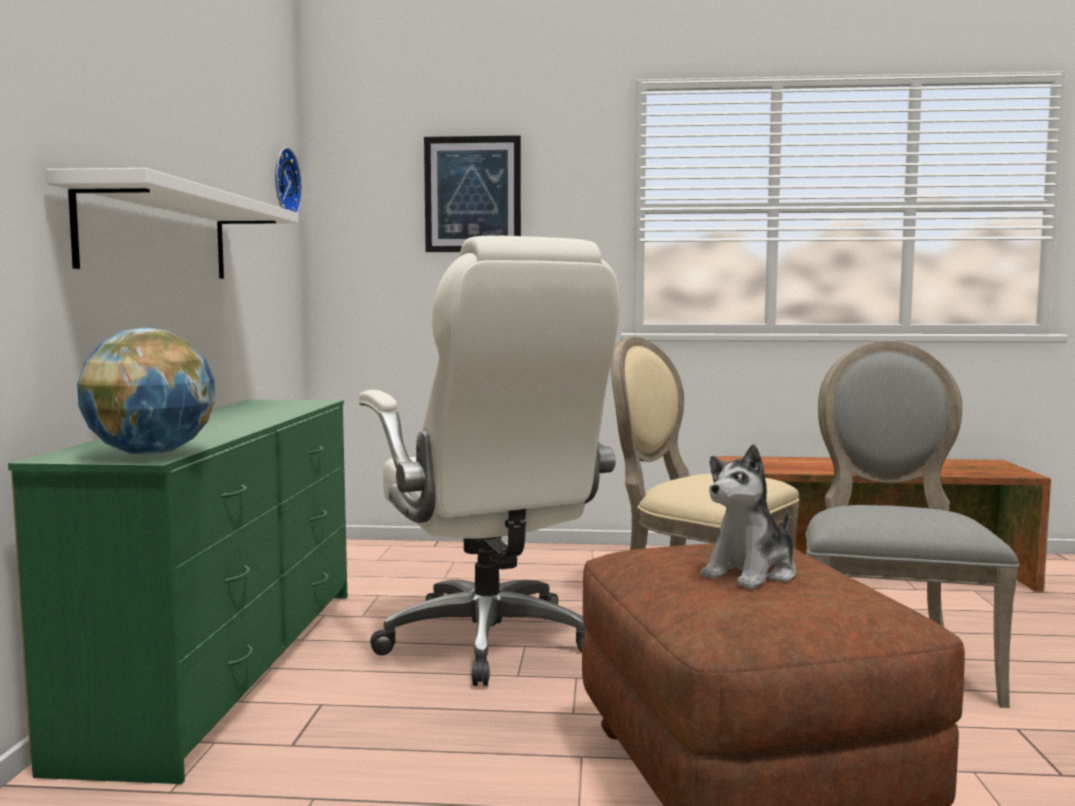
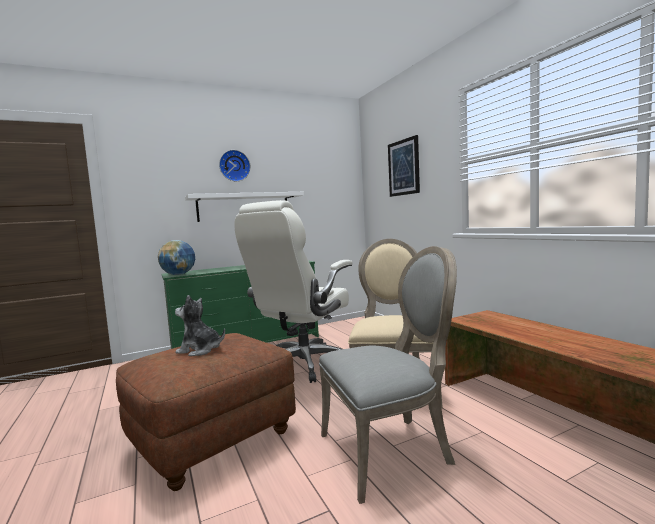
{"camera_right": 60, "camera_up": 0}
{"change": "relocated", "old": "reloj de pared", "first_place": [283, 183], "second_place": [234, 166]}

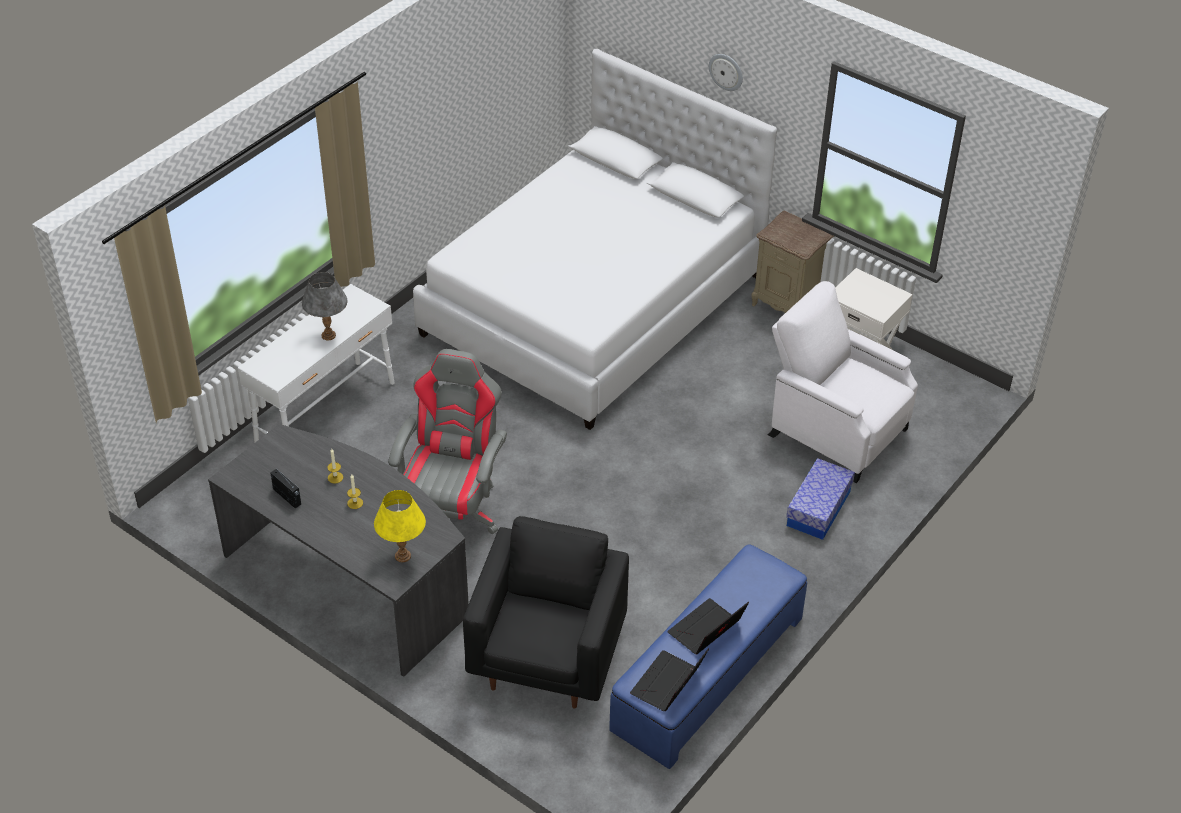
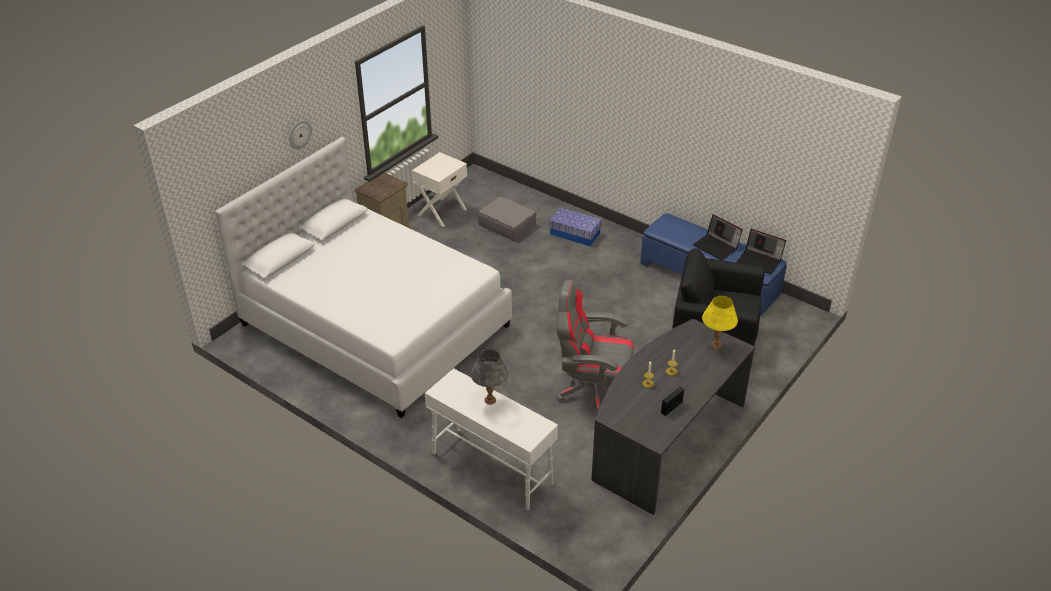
{"camera_right": -90, "camera_up": -5}
{"change": "exchanged", "old": "sillón/blanco", "new": "maleta/gris", "first_place": [833, 429], "second_place": [507, 225]}

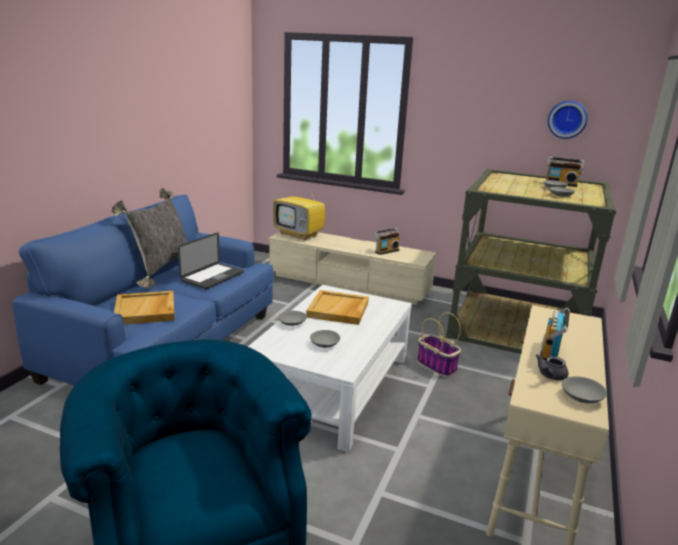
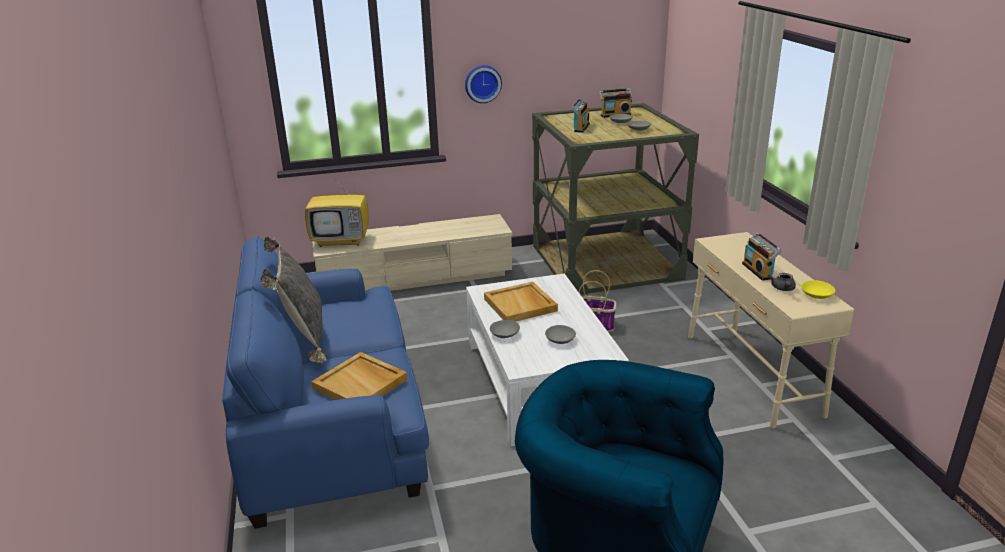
{"camera_right": -35, "camera_up": 5}
{"change": "relocated", "old": "reloj de pared", "first_place": [567, 119], "second_place": [482, 83]}
{"change": "relocated", "old": "radio", "first_place": [386, 251], "second_place": [580, 128]}
{"change": "colour", "old": "cuenco/gris", "new": "cuenco/amarillo", "first_place": [581, 397], "second_place": [817, 295]}
{"change": "missing", "old": "portátil", "first_place": [213, 277]}

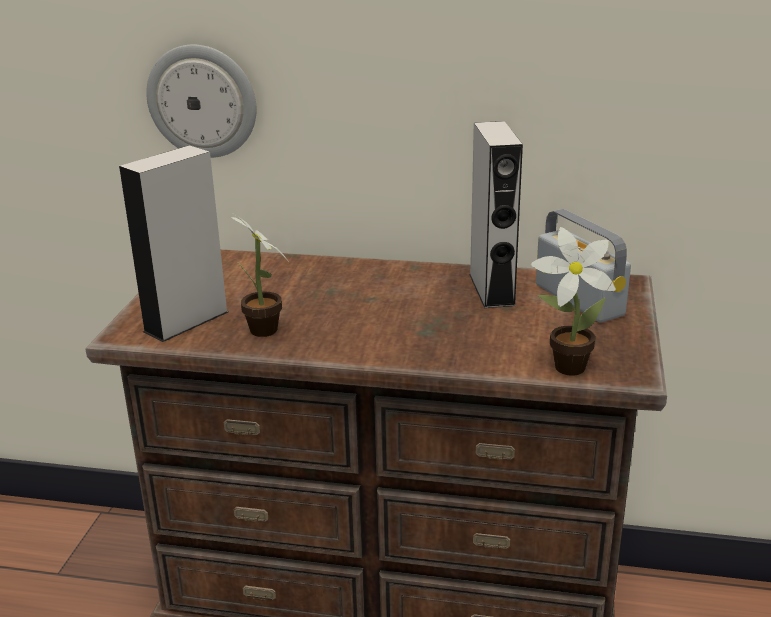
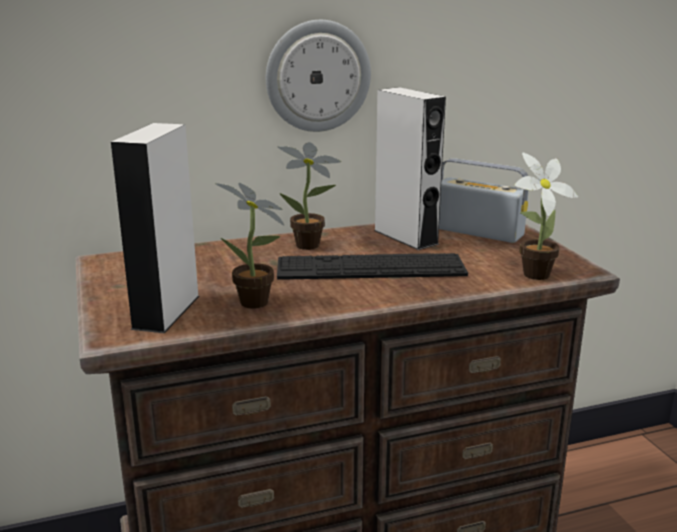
{"camera_right": -30, "camera_up": -5}
{"change": "relocated", "old": "reloj de pared", "first_place": [202, 101], "second_place": [318, 76]}
{"change": "appeared", "new": "teclado", "second_place": [370, 267]}
{"change": "appeared", "new": "planta en maceta", "second_place": [311, 246]}

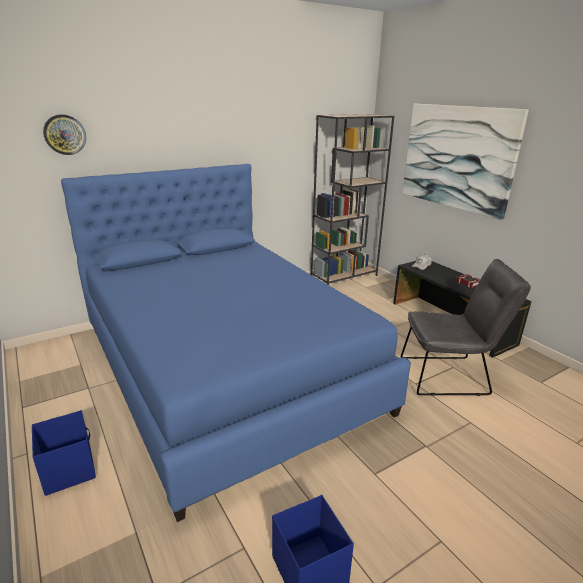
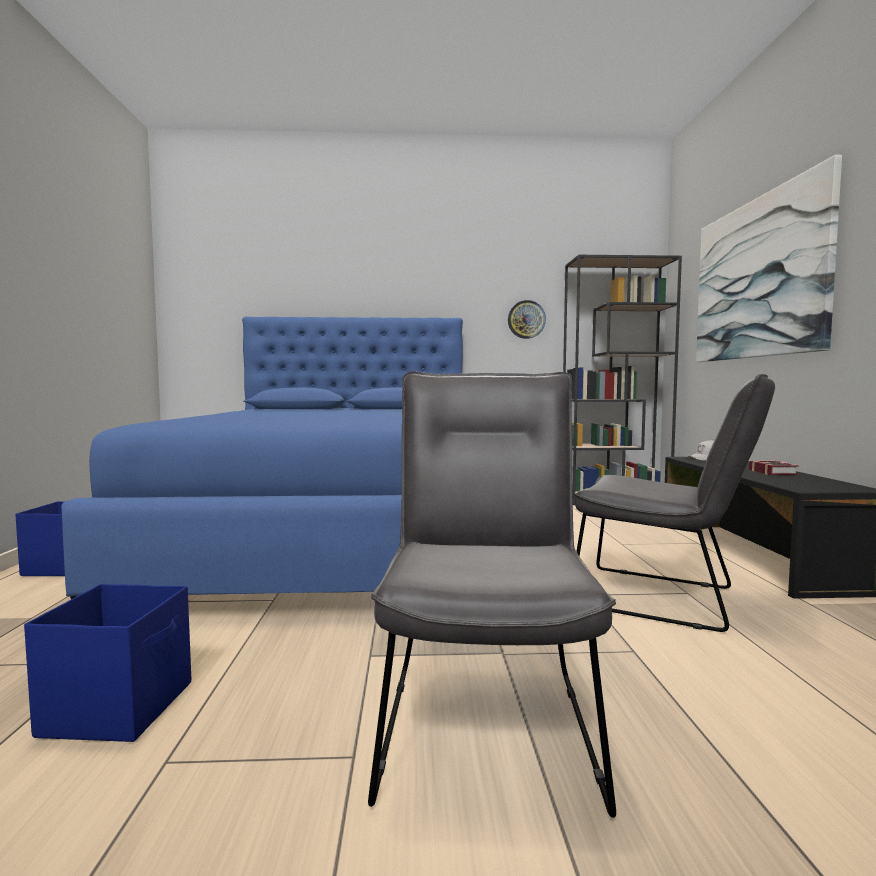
{"camera_right": 30, "camera_up": -20}
{"change": "appeared", "new": "silla/gris", "second_place": [486, 719]}
{"change": "relocated", "old": "reloj de pared", "first_place": [65, 134], "second_place": [526, 319]}

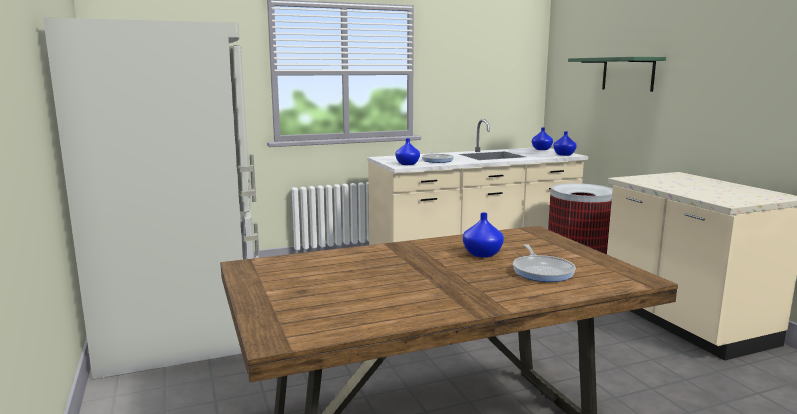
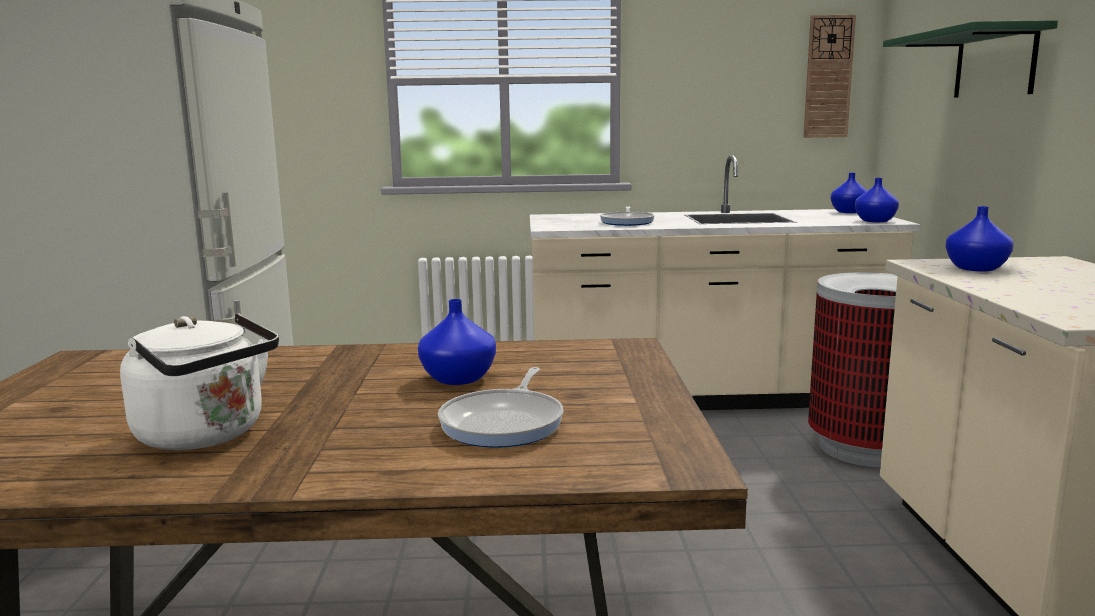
{"camera_right": 20, "camera_up": 0}
{"change": "appeared", "new": "hervidor/blanco", "second_place": [207, 435]}
{"change": "appeared", "new": "reloj de pared", "second_place": [828, 77]}
{"change": "relocated", "old": "florero/azul", "first_place": [407, 164], "second_place": [975, 268]}

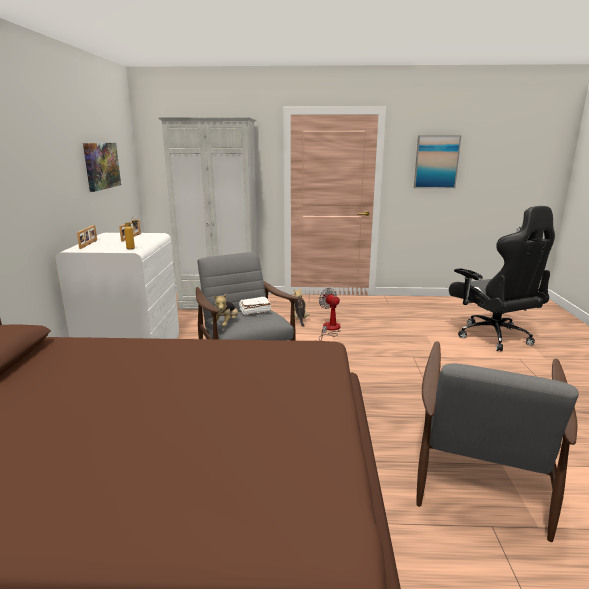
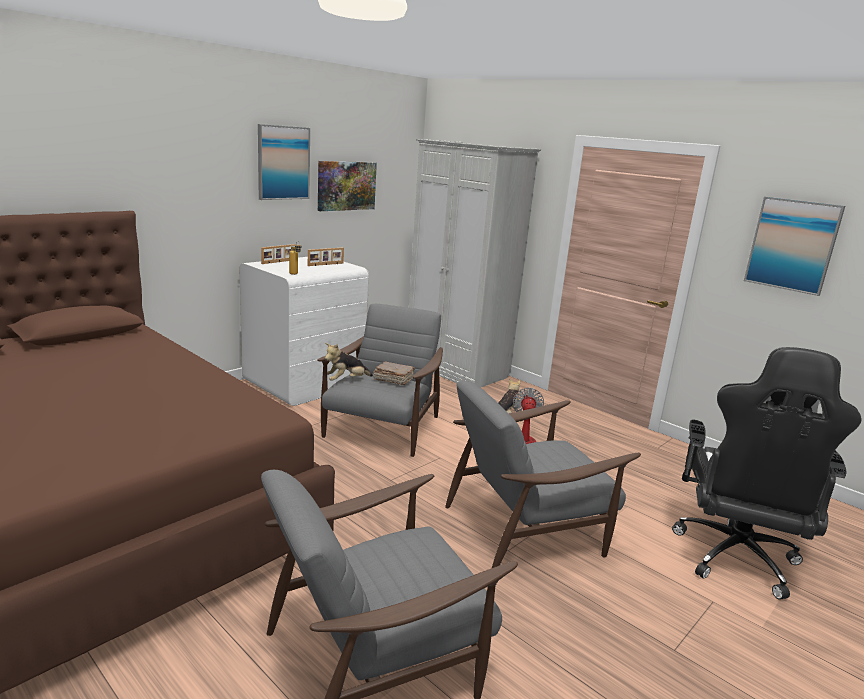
{"camera_right": 40, "camera_up": 0}
{"change": "appeared", "new": "cuadro", "second_place": [283, 163]}
{"change": "colour", "old": "libro/blanco", "new": "libro/marrón", "first_place": [254, 311], "second_place": [393, 379]}
{"change": "appeared", "new": "sillón/gris", "second_place": [526, 528]}

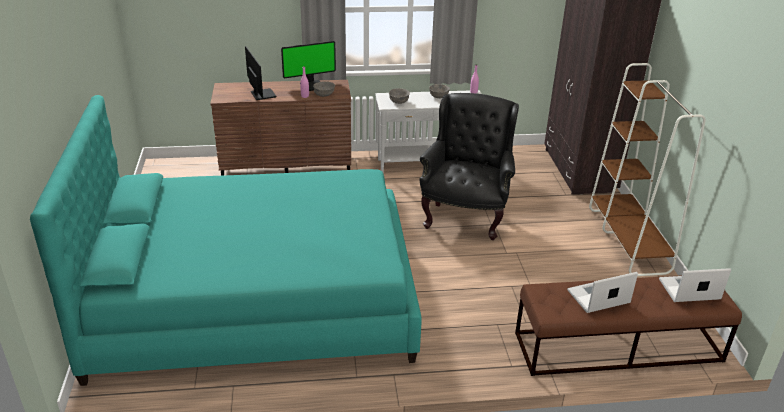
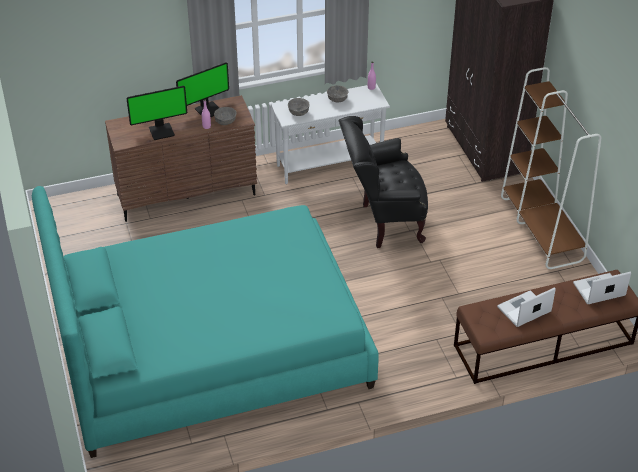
{"camera_right": -10, "camera_up": 10}
{"change": "spun", "old": "monitor", "first_place": [262, 95], "second_place": [161, 131], "degrees": 105}
{"change": "spun", "old": "sillón/negro", "first_place": [465, 216], "second_place": [382, 224], "degrees": -105}

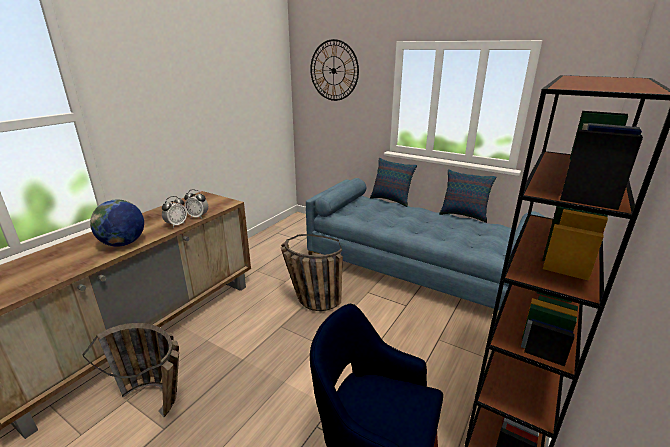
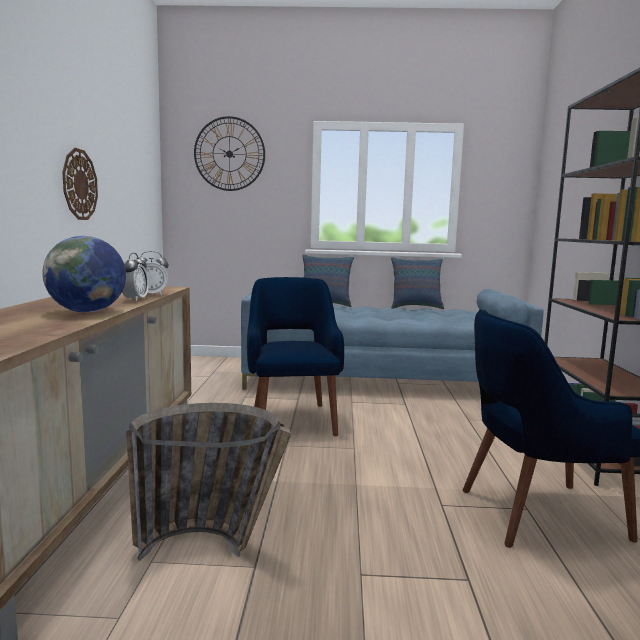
{"camera_right": -30, "camera_up": -15}
{"change": "appeared", "new": "reloj de pared", "second_place": [79, 184]}
{"change": "exchanged", "old": "cesta", "new": "sillón/azul", "first_place": [309, 300], "second_place": [292, 419]}

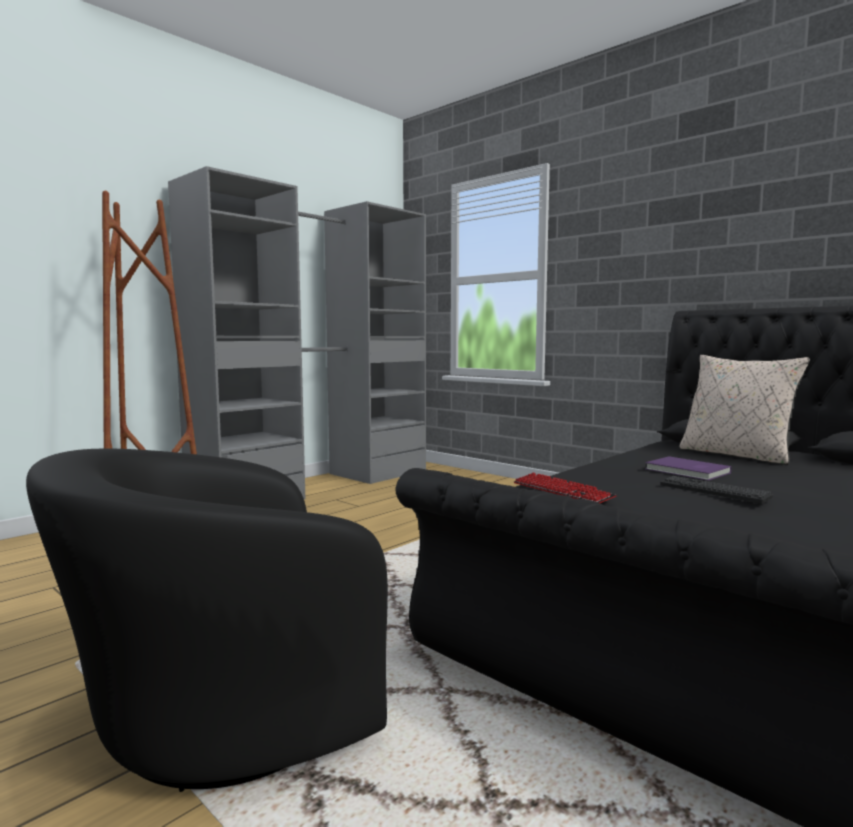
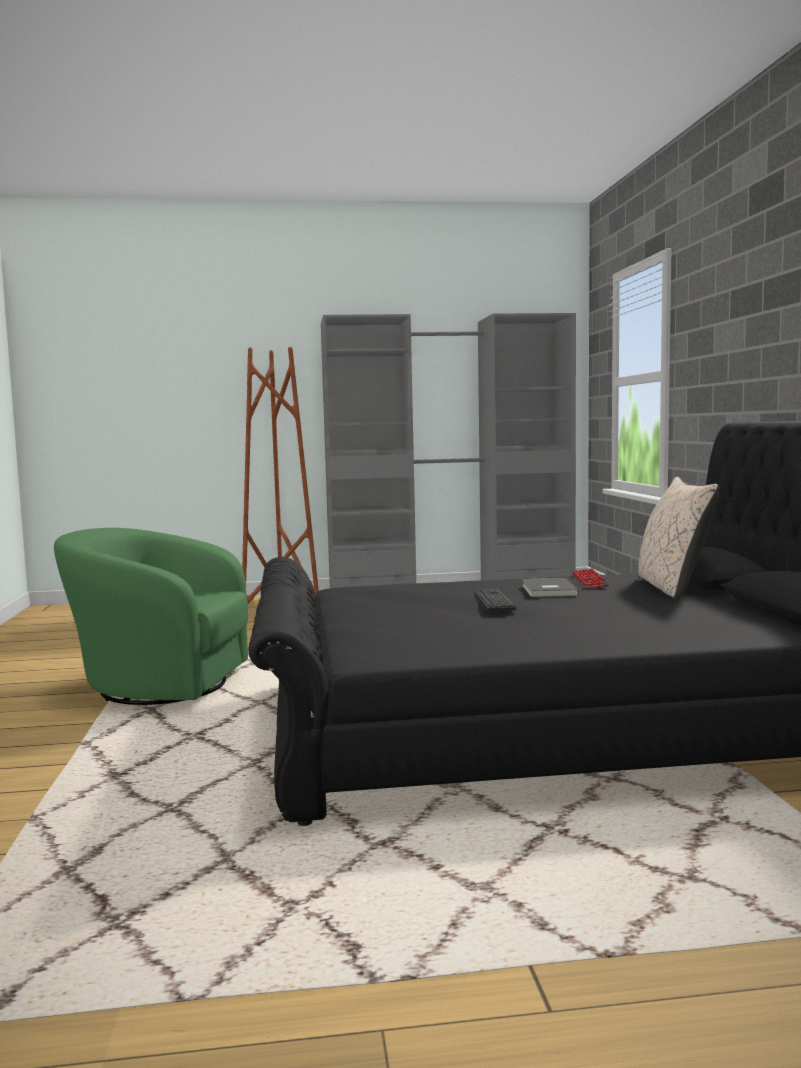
{"camera_right": 40, "camera_up": 0}
{"change": "colour", "old": "sillón/negro", "new": "sillón/verde", "first_place": [227, 716], "second_place": [160, 686]}
{"change": "colour", "old": "libro/morado", "new": "libro/gris", "first_place": [687, 471], "second_place": [547, 590]}
{"change": "relocated", "old": "teclado", "first_place": [562, 491], "second_place": [589, 581]}

